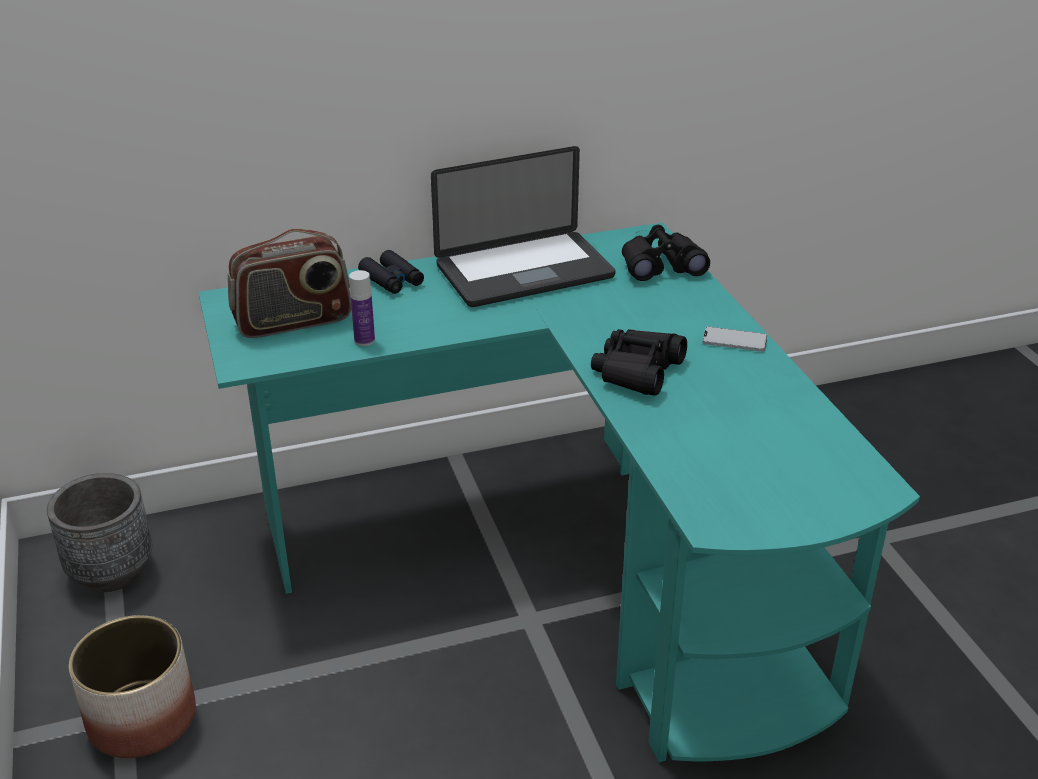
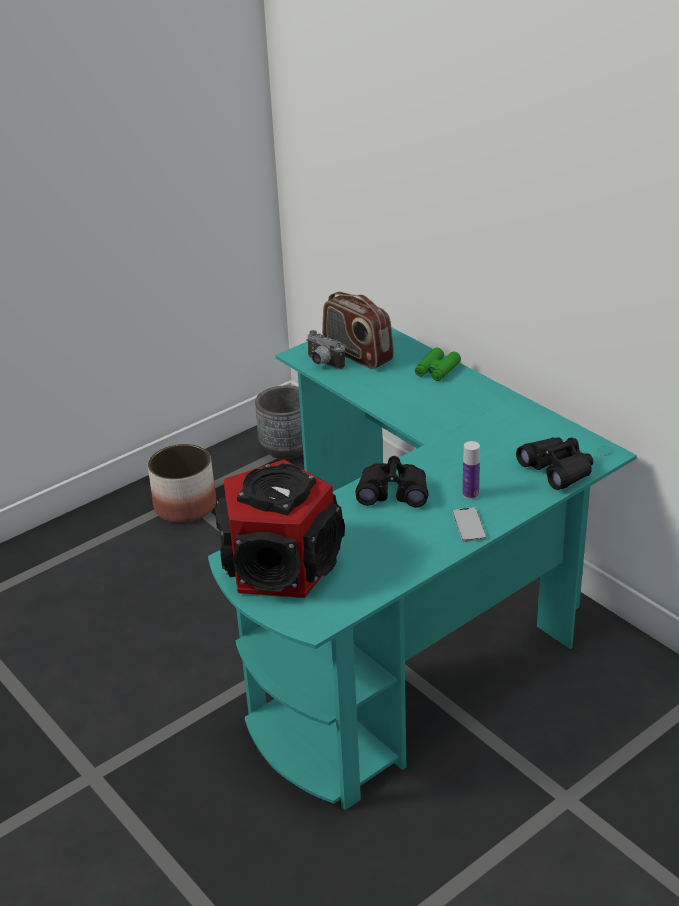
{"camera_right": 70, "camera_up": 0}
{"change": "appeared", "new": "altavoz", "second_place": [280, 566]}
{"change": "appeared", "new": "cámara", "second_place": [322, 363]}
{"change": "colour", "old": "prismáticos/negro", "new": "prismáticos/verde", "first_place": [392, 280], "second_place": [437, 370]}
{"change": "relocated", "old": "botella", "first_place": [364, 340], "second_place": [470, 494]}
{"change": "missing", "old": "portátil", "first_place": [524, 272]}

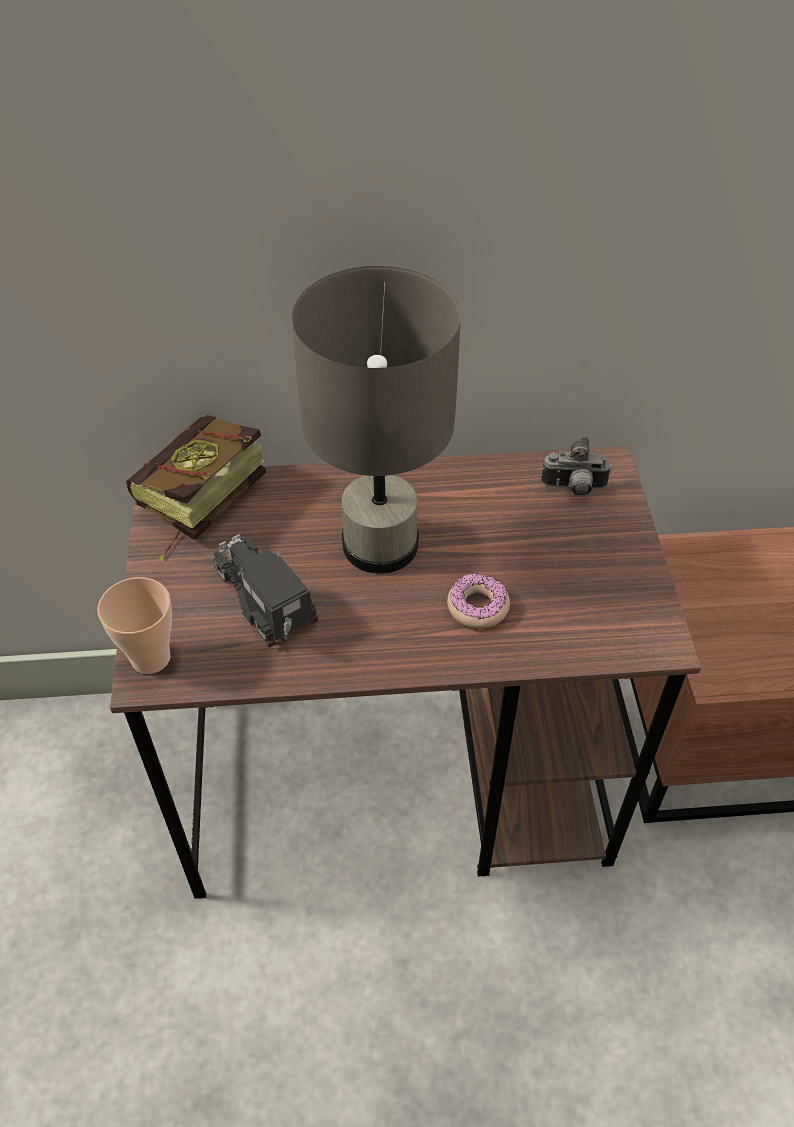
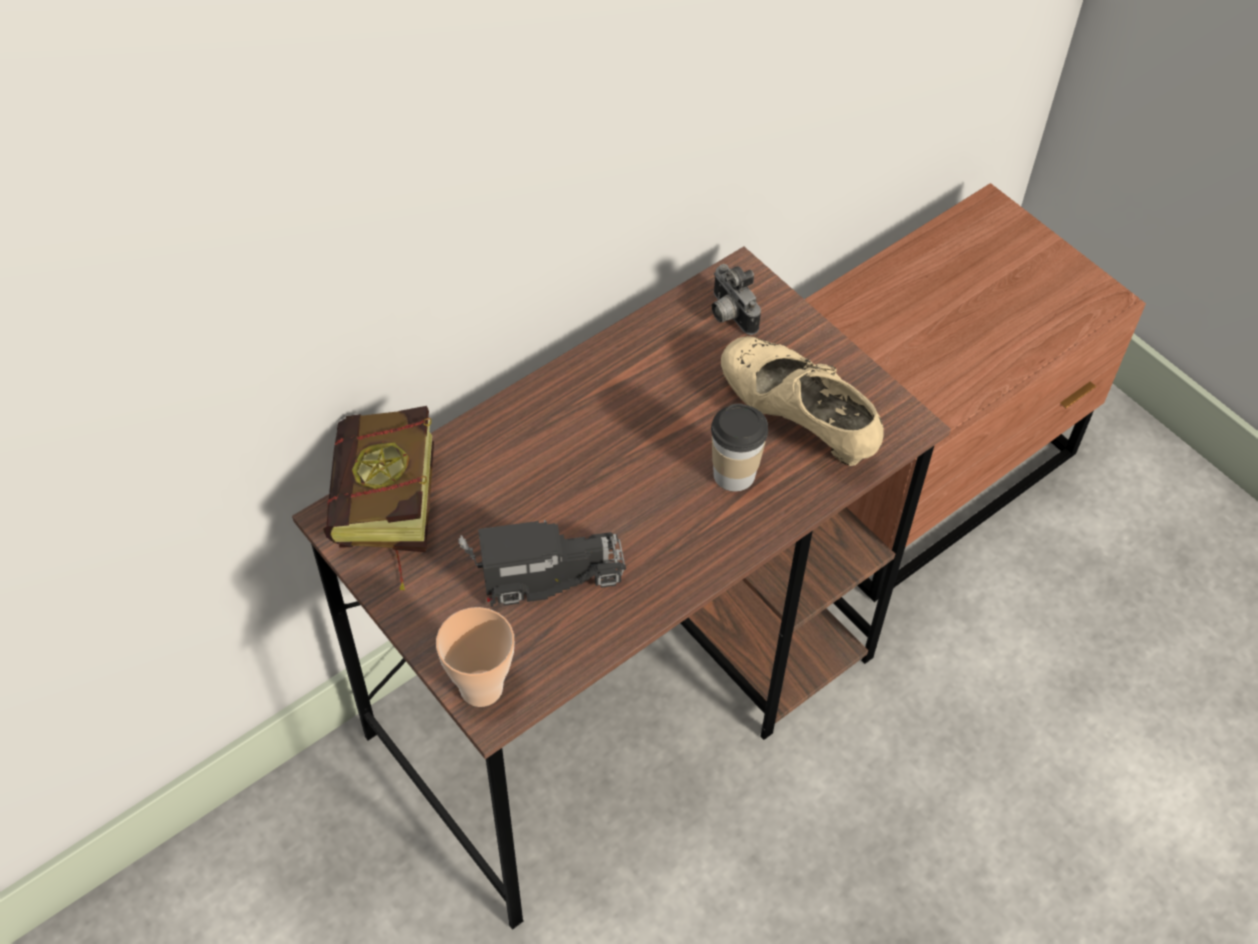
{"camera_right": -35, "camera_up": 5}
{"change": "spun", "old": "camión de juguete", "first_place": [267, 603], "second_place": [543, 575], "degrees": 150}
{"change": "exchanged", "old": "rosquilla", "new": "taza", "first_place": [478, 607], "second_place": [734, 474]}
{"change": "spun", "old": "cámara", "first_place": [573, 489], "second_place": [729, 315], "degrees": 90}
{"change": "appeared", "new": "zapato/beis", "second_place": [797, 422]}
{"change": "missing", "old": "lámpara de mesa/gris", "first_place": [379, 546]}

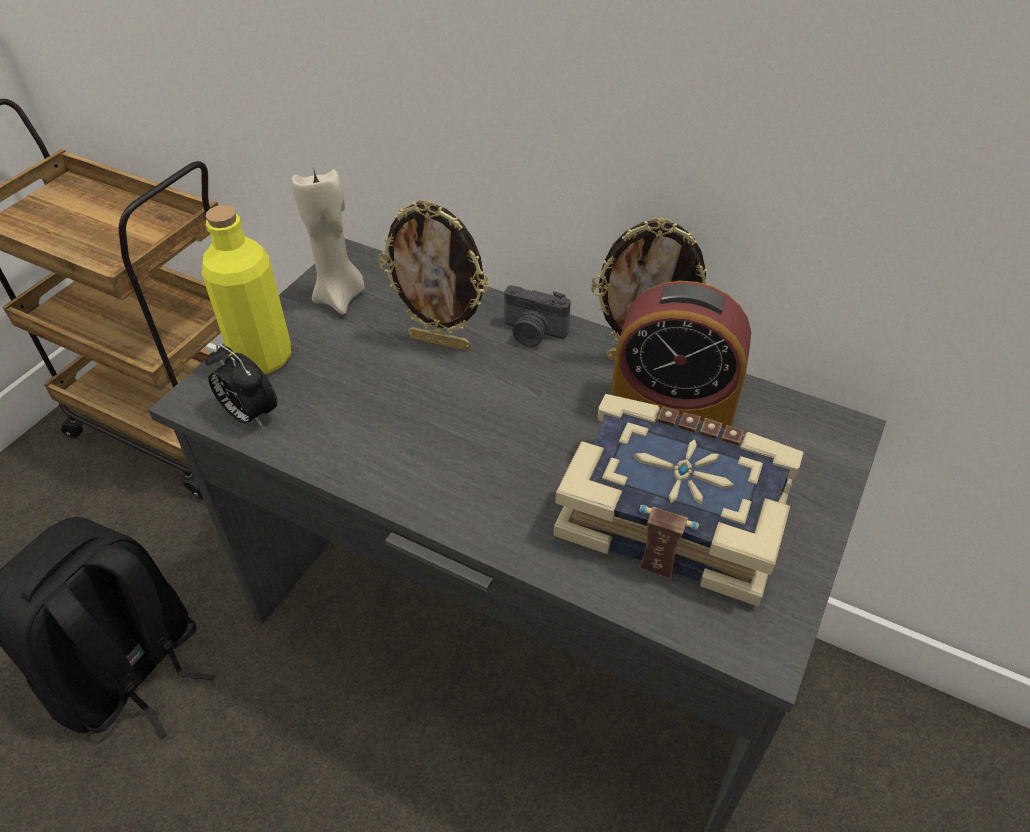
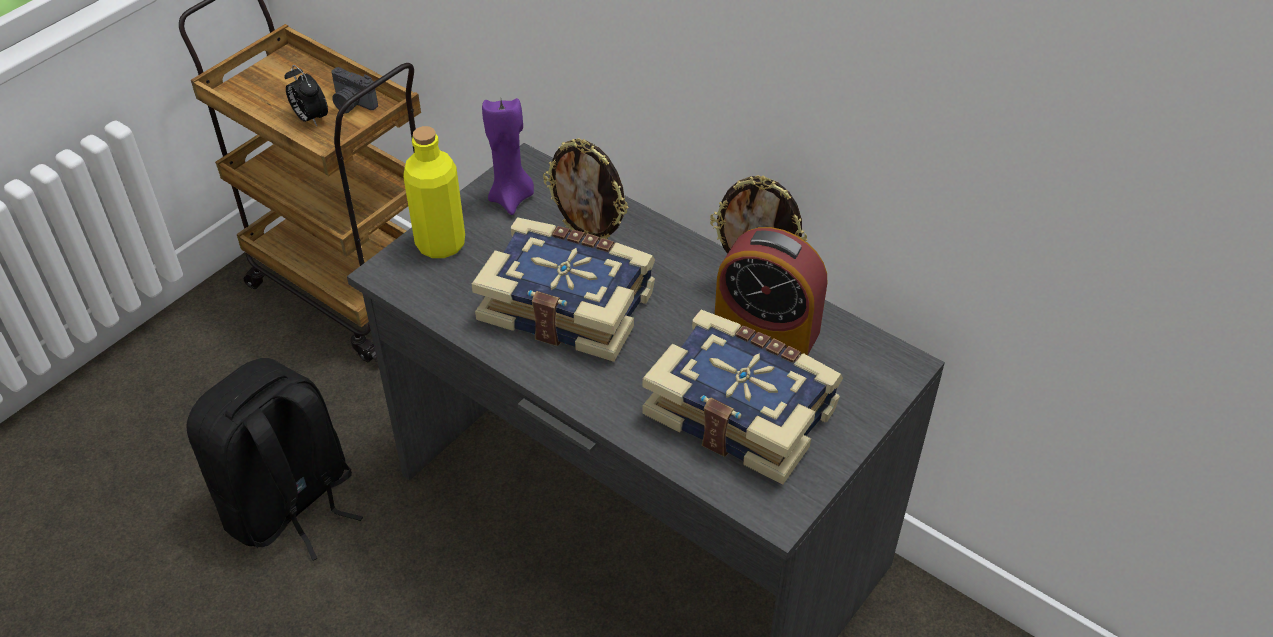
{"camera_right": 10, "camera_up": 0}
{"change": "relocated", "old": "despertador", "first_place": [249, 415], "second_place": [310, 118]}
{"change": "relocated", "old": "cámara", "first_place": [533, 333], "second_place": [352, 104]}
{"change": "appeared", "new": "libro", "second_place": [568, 304]}
{"change": "colour", "old": "vela/beis", "new": "vela/morado", "first_place": [340, 297], "second_place": [512, 198]}

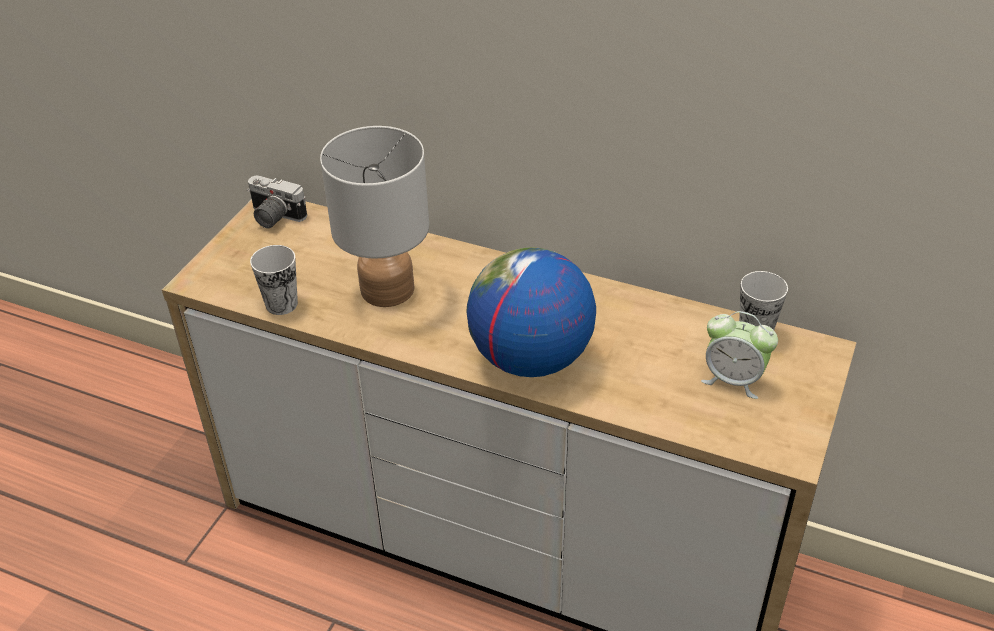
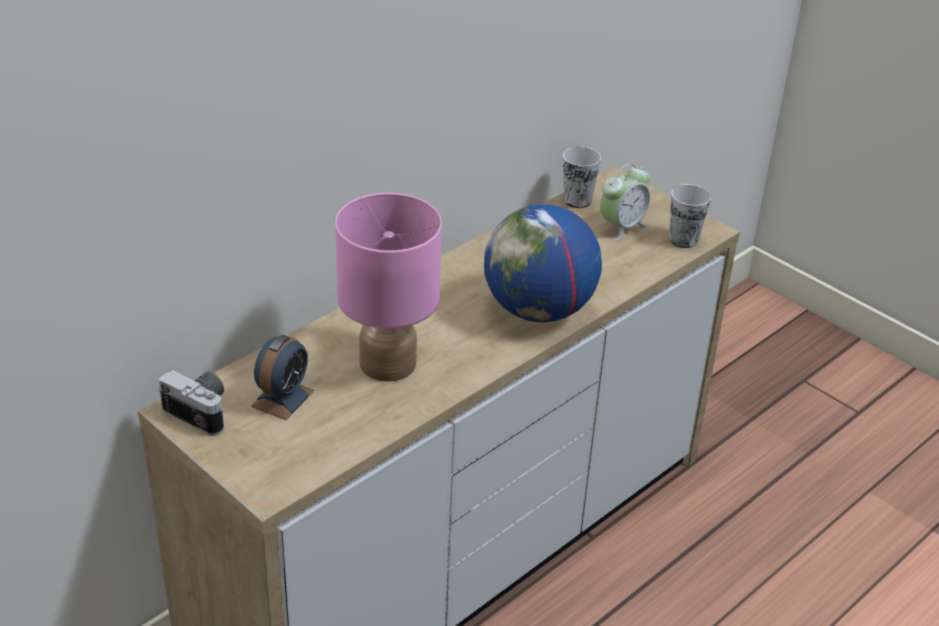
{"camera_right": -70, "camera_up": -5}
{"change": "spun", "old": "cámara", "first_place": [273, 217], "second_place": [202, 411], "degrees": -105}
{"change": "appeared", "new": "despertador", "second_place": [283, 398]}
{"change": "colour", "old": "lámpara de mesa/gris", "new": "lámpara de mesa/rosa", "first_place": [388, 290], "second_place": [389, 363]}
{"change": "relocated", "old": "taza", "first_place": [281, 304], "second_place": [683, 240]}

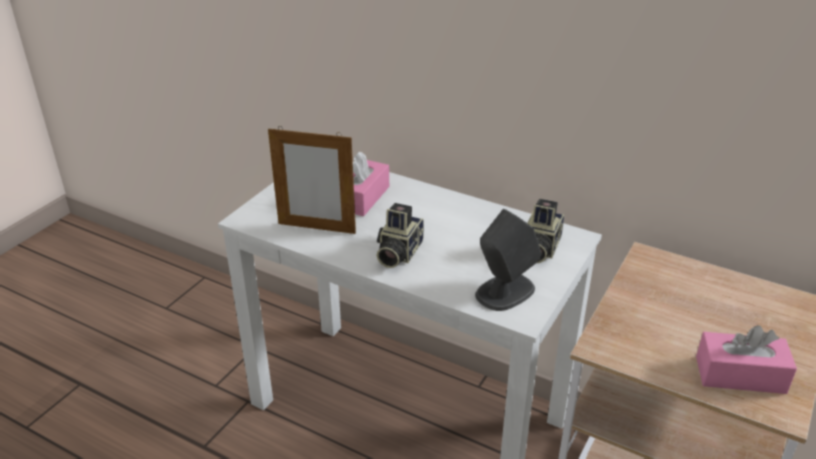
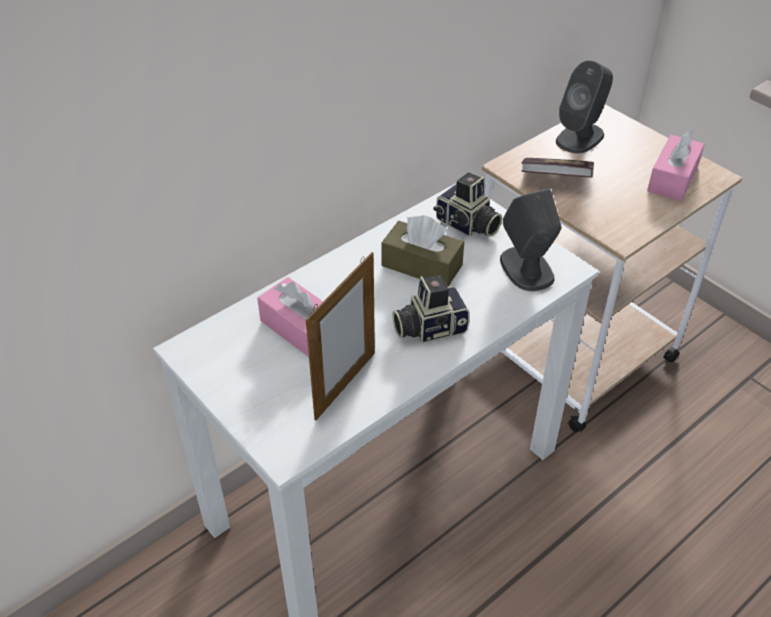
{"camera_right": -70, "camera_up": 10}
{"change": "appeared", "new": "caja de pañuelos/marrón", "second_place": [422, 265]}
{"change": "spun", "old": "cámara", "first_place": [397, 253], "second_place": [429, 327], "degrees": 120}
{"change": "appeared", "new": "libro", "second_place": [555, 180]}
{"change": "appeared", "new": "altavoz/gris", "second_place": [580, 137]}

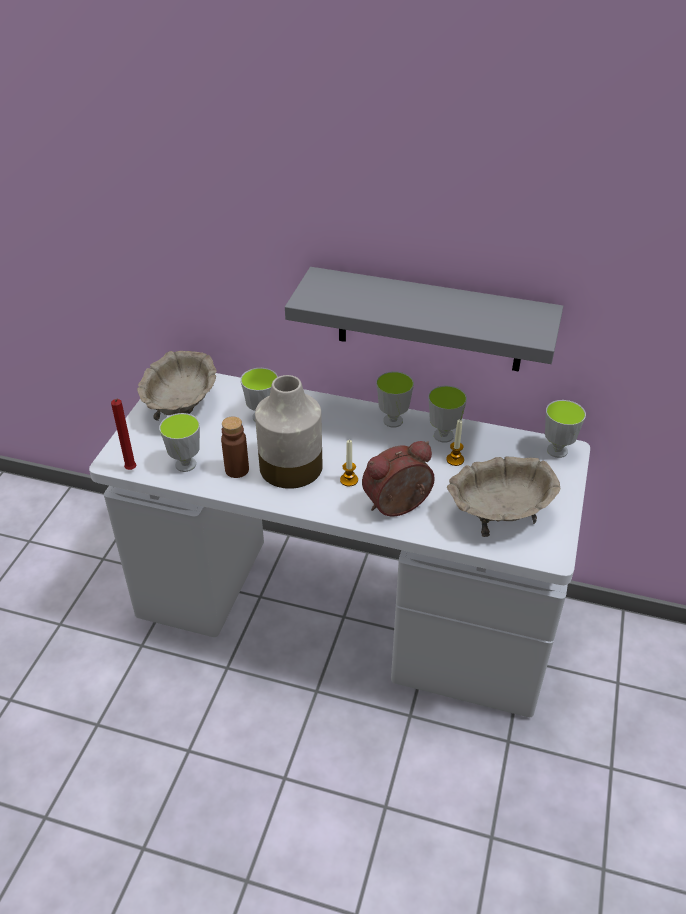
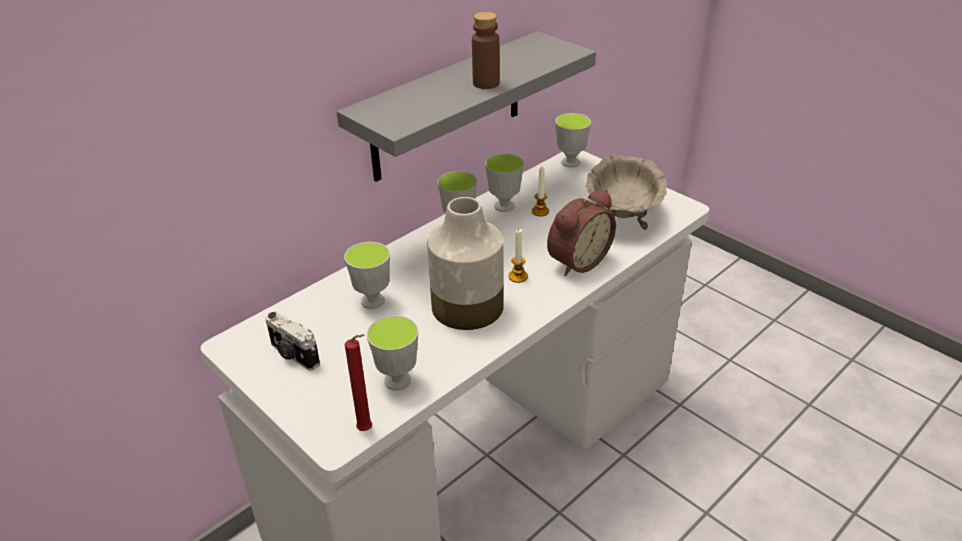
{"camera_right": -60, "camera_up": -5}
{"change": "exchanged", "old": "cuenco/beis", "new": "cámara", "first_place": [182, 407], "second_place": [293, 355]}
{"change": "relocated", "old": "botella/marrón", "first_place": [237, 470], "second_place": [486, 83]}
{"change": "spun", "old": "despertador", "first_place": [399, 507], "second_place": [576, 261], "degrees": -135}

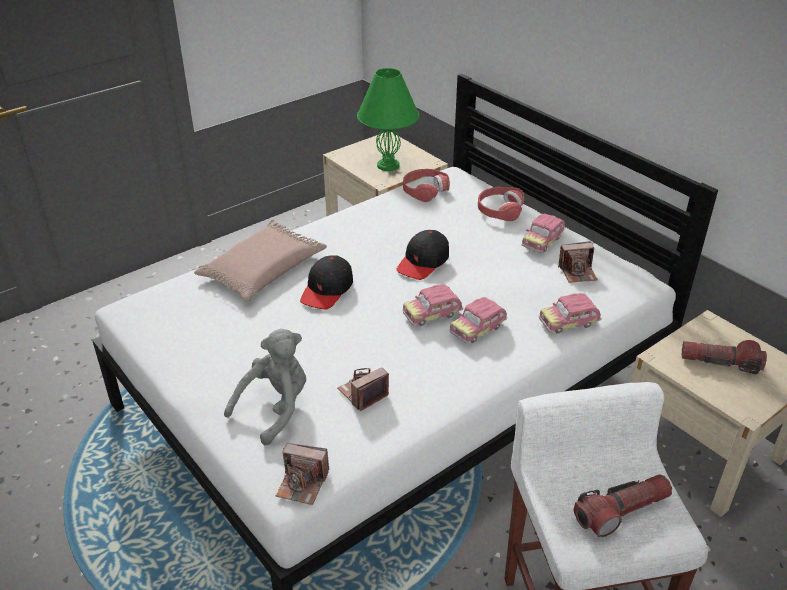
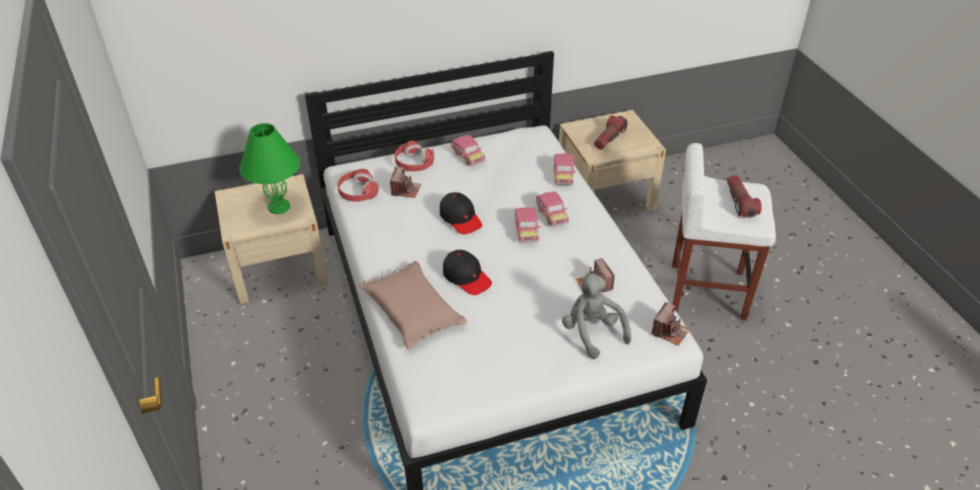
{"camera_right": -70, "camera_up": 5}
{"change": "relocated", "old": "cámara", "first_place": [577, 272], "second_place": [405, 190]}

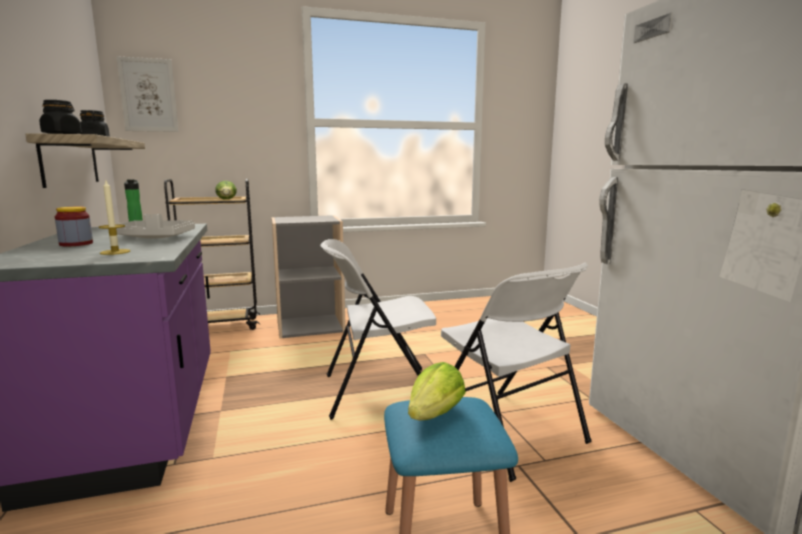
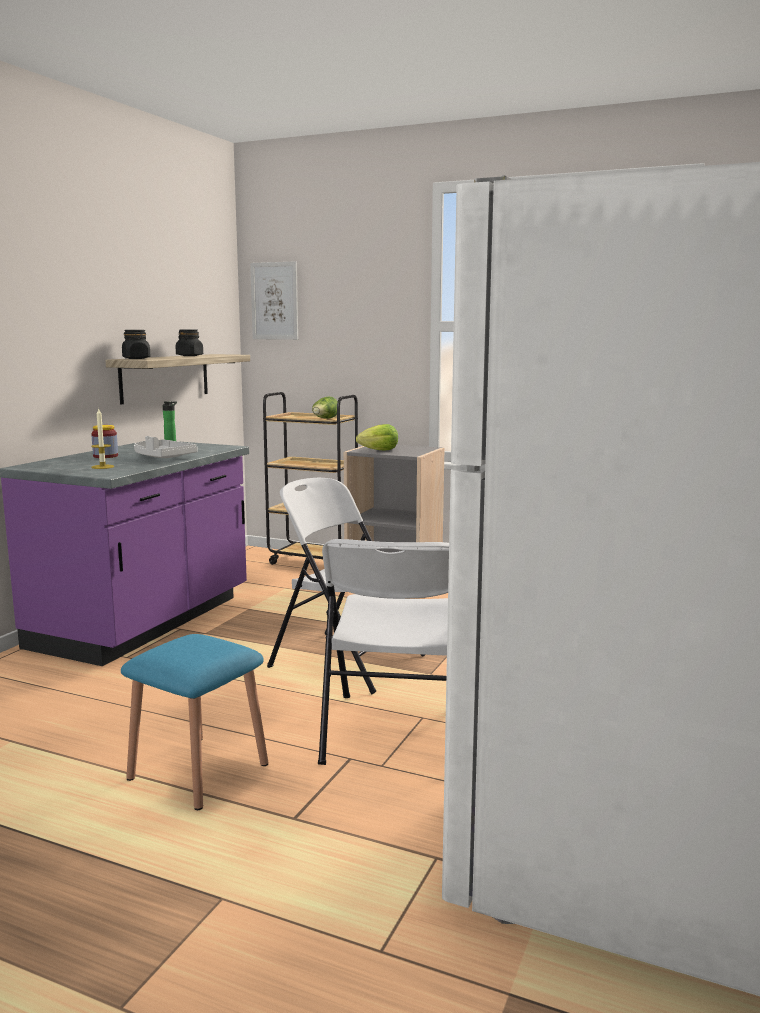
{"camera_right": 40, "camera_up": 0}
{"change": "relocated", "old": "lechuga", "first_place": [435, 415], "second_place": [379, 450]}

